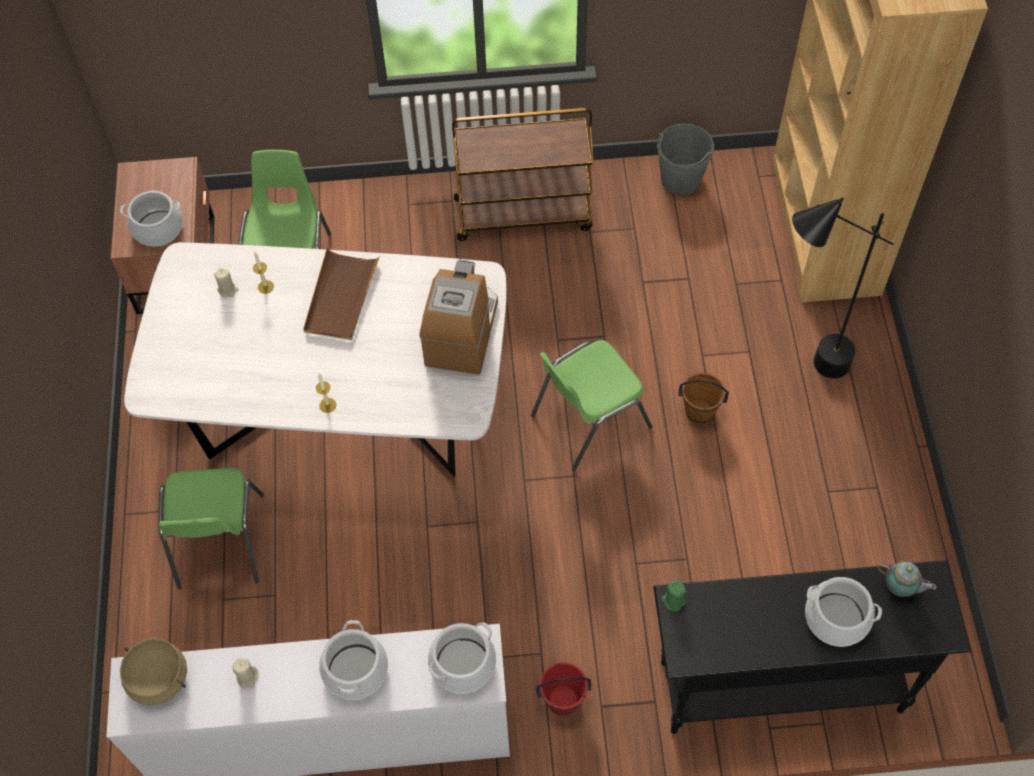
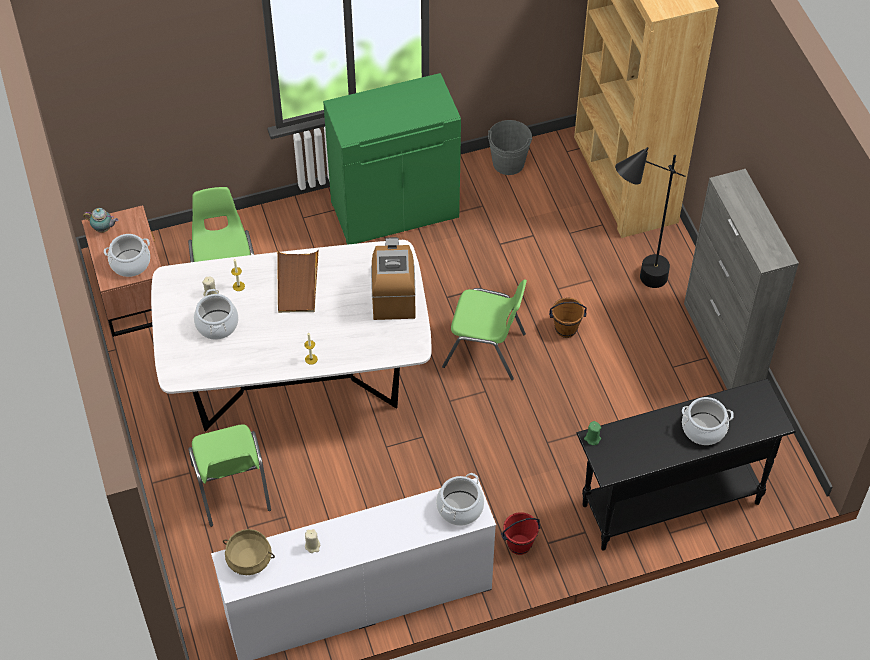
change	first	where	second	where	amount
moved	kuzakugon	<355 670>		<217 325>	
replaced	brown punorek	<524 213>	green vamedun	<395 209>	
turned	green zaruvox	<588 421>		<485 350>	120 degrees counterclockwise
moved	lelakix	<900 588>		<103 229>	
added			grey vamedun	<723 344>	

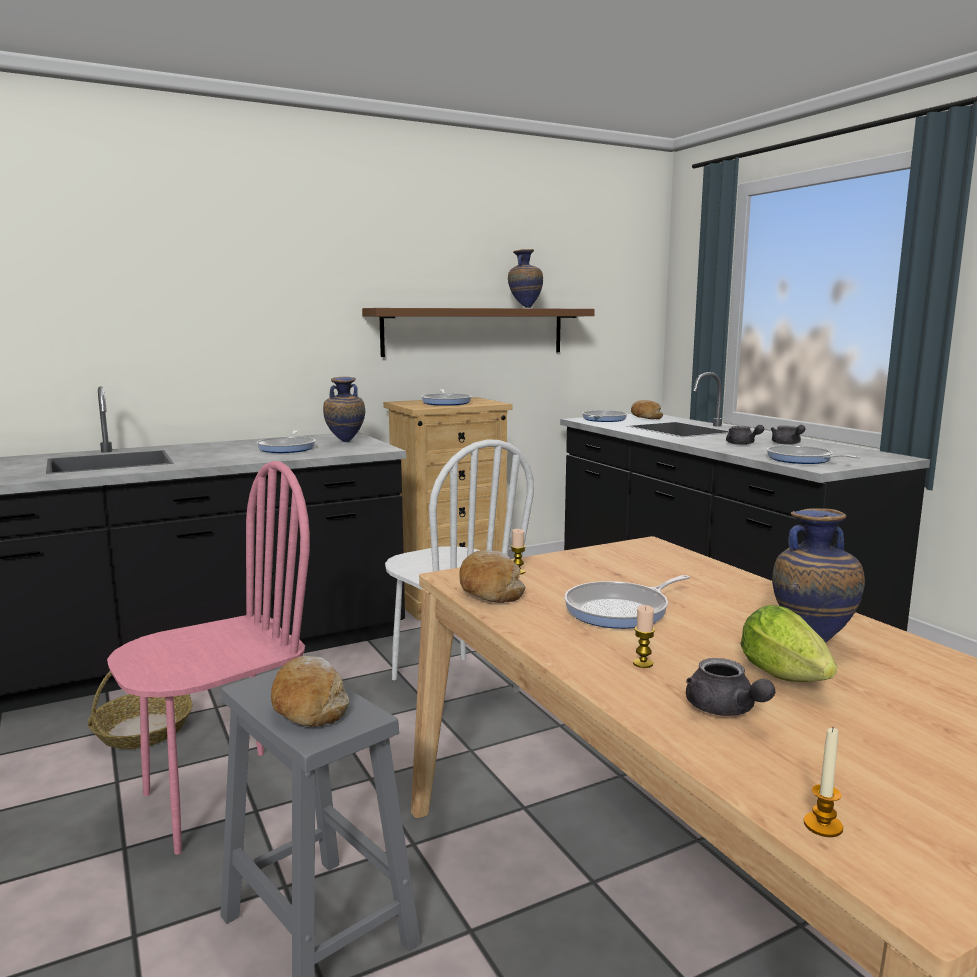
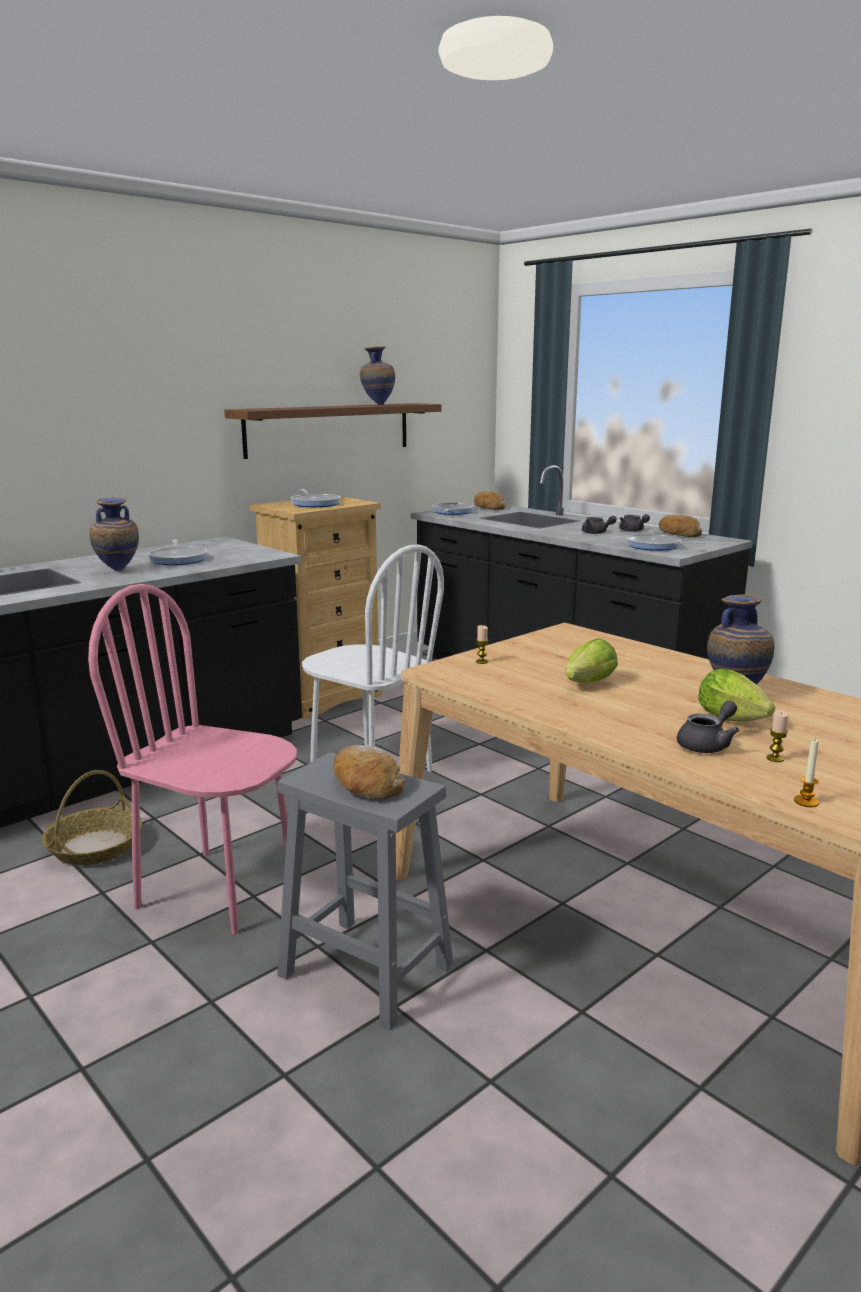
change	first	where	second	where	amount
turned	pink zaruvox	<224 799>		<218 891>	105 degrees counterclockwise
moved	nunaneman	<345 443>		<117 572>	
moved	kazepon	<489 590>		<678 534>	
replaced	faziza	<621 610>	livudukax	<587 685>	
moved	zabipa	<643 663>		<775 758>	
turned	grey lelakix	<725 710>		<707 745>	90 degrees counterclockwise

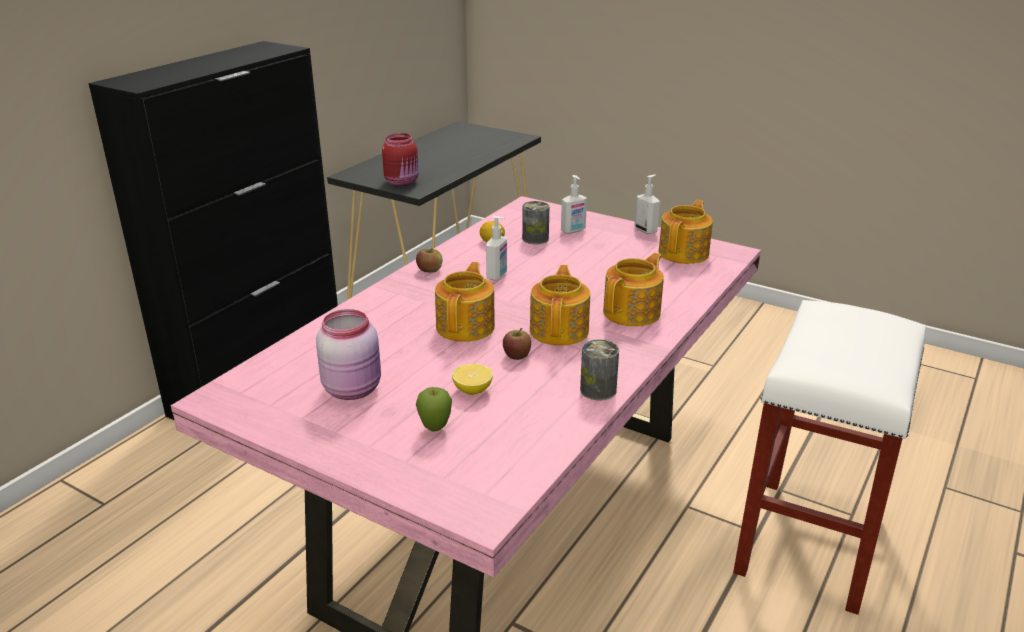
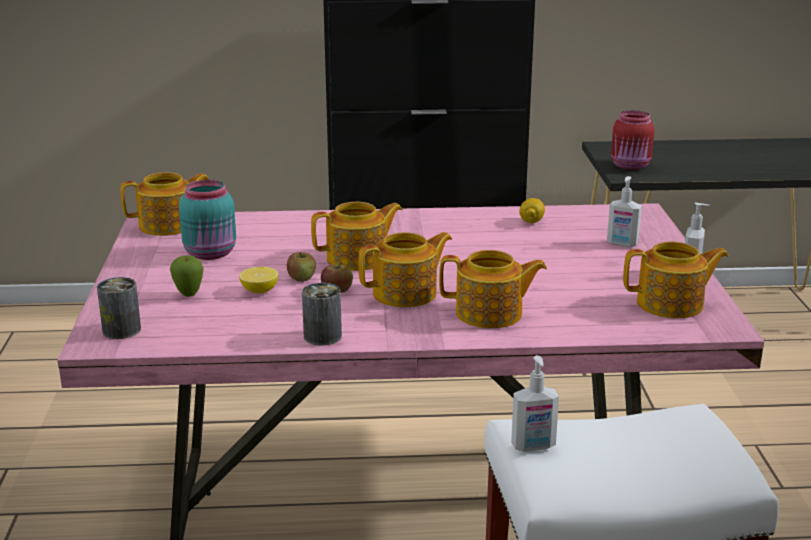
change	first	where	second	where	amount
recoloured	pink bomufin	<354 389>	turquoise bomufin	<211 253>	
moved	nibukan	<429 270>		<301 278>	
moved	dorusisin	<497 276>		<533 446>	
moved	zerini	<535 238>		<121 330>	
added			lelakix	<169 225>	

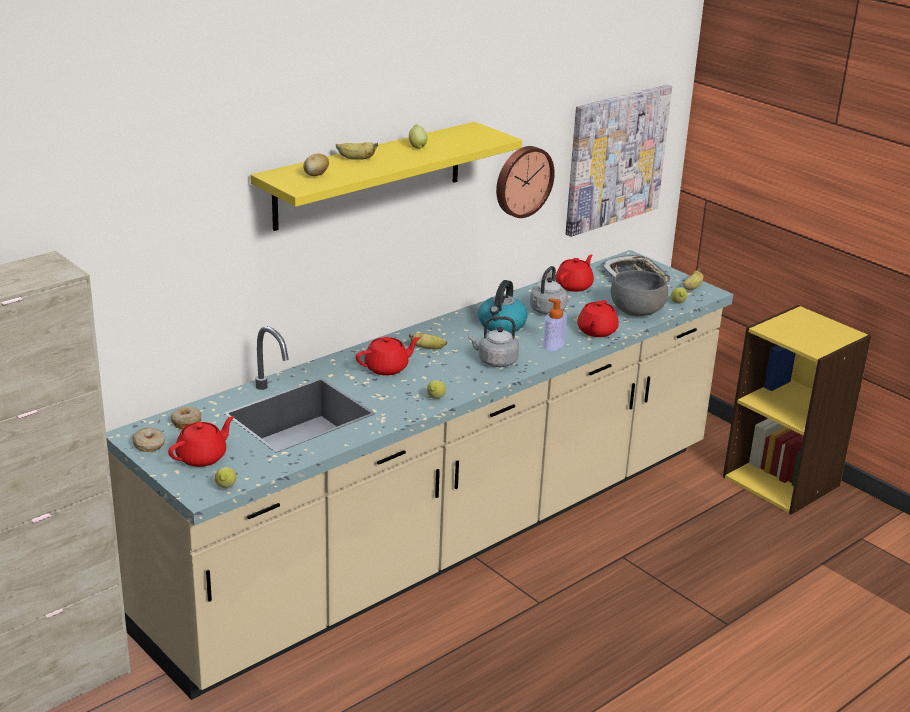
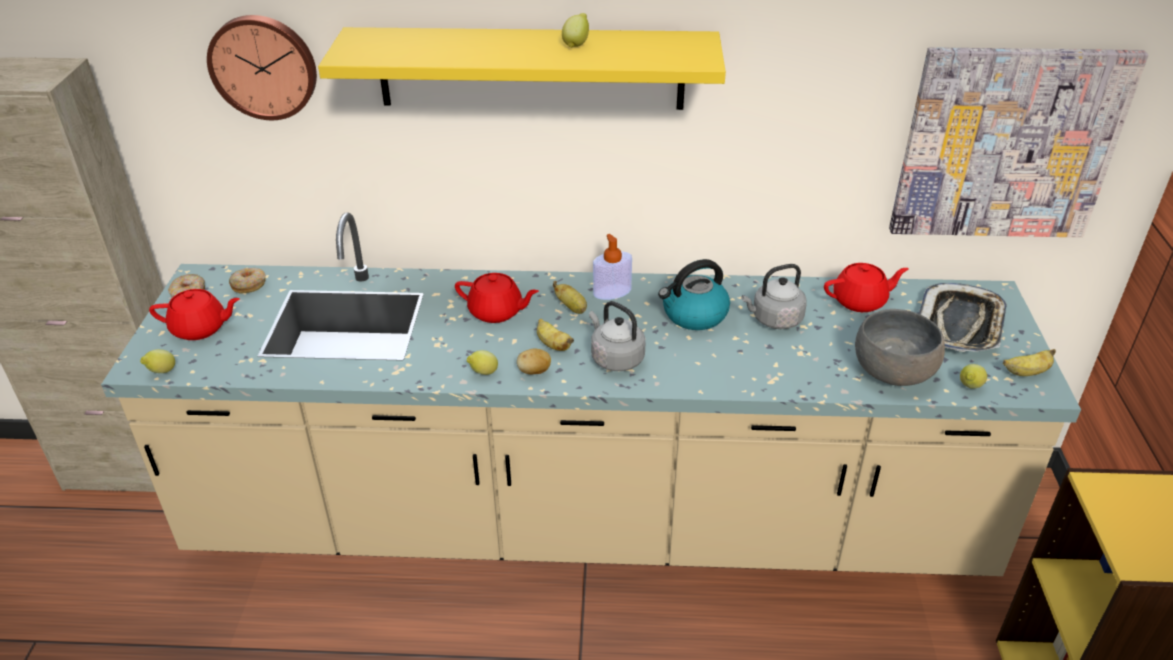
change	first	where	second	where	amount
moved	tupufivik	<316 175>		<534 372>	
moved	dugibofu	<355 159>		<552 345>	
moved	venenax	<522 181>		<264 66>	
moved	dorusisin	<553 344>		<612 292>	
removed	red lelakix	<596 331>			

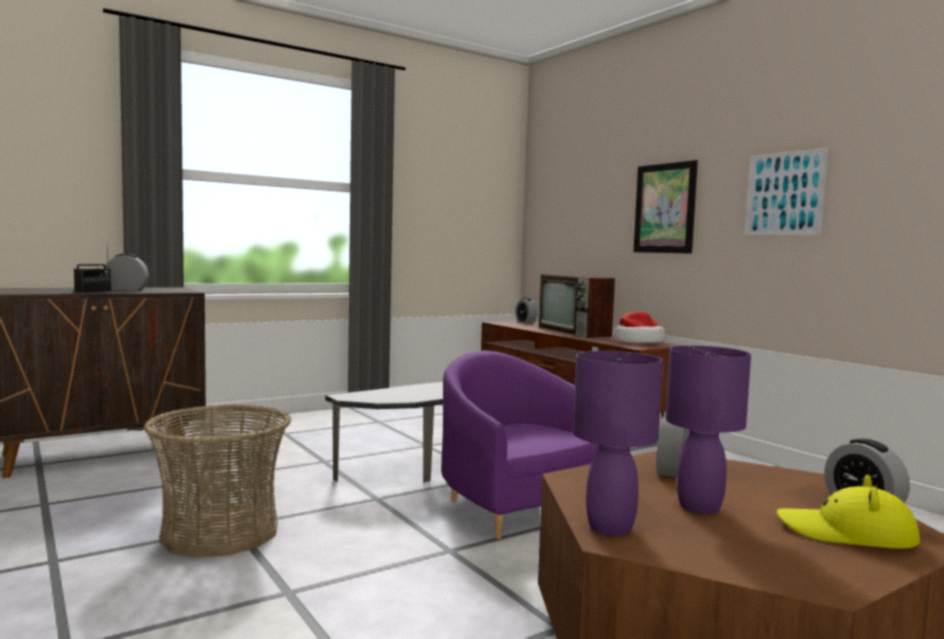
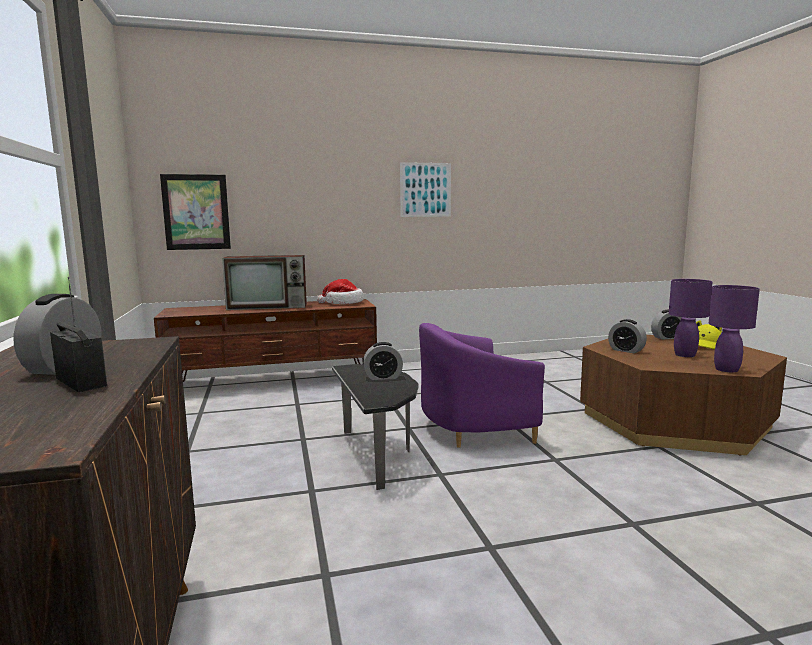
change	first	where	second	where	amount
removed	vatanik	<220 532>			
moved	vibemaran	<525 322>		<383 377>	
moved	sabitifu	<664 208>		<196 212>	

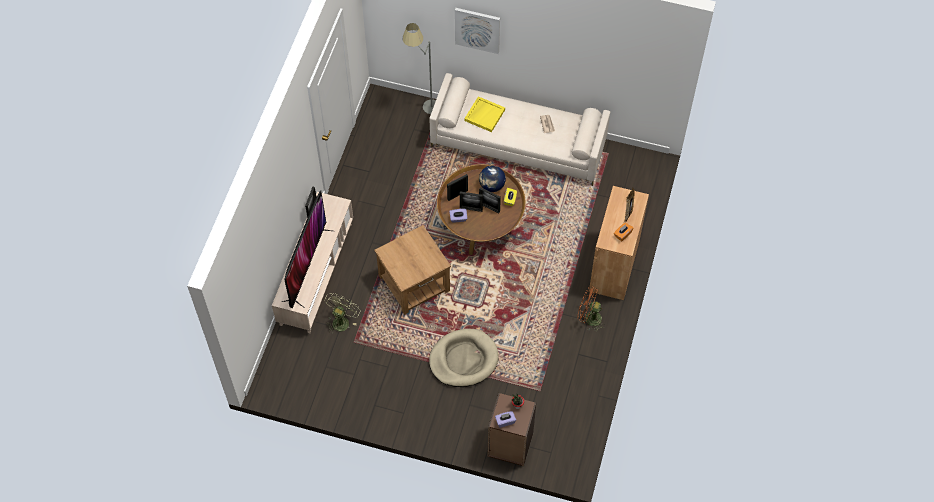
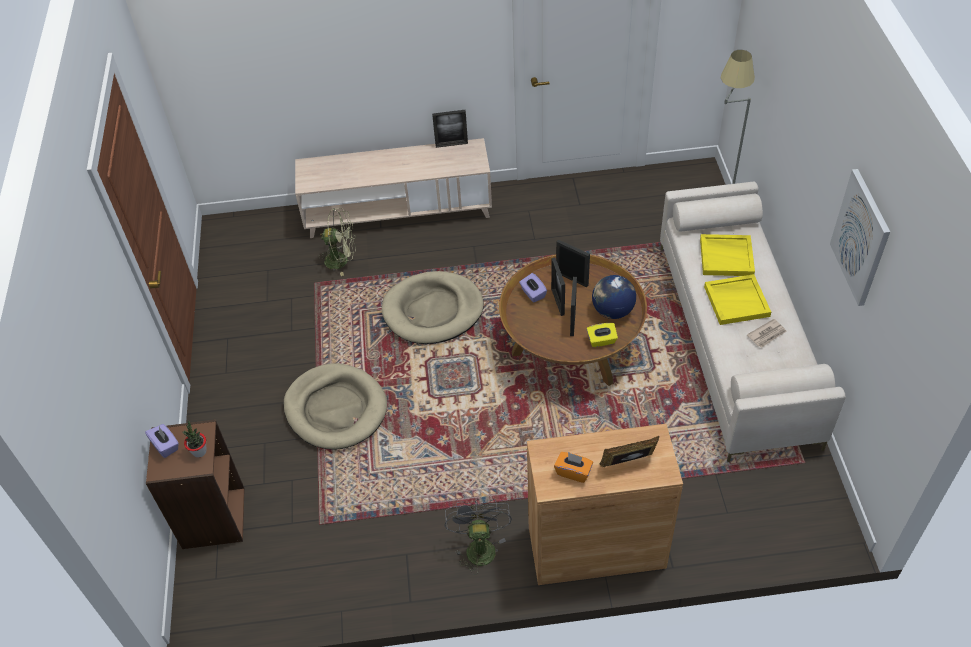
change	first	where	second	where	amount
removed	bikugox	<307 265>			
replaced	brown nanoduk	<414 283>	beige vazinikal	<433 311>	
moved	sabitifu	<477 29>		<861 237>	
recoloured	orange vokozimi	<589 318>	grey vokozimi	<478 546>	
added			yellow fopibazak	<737 301>	

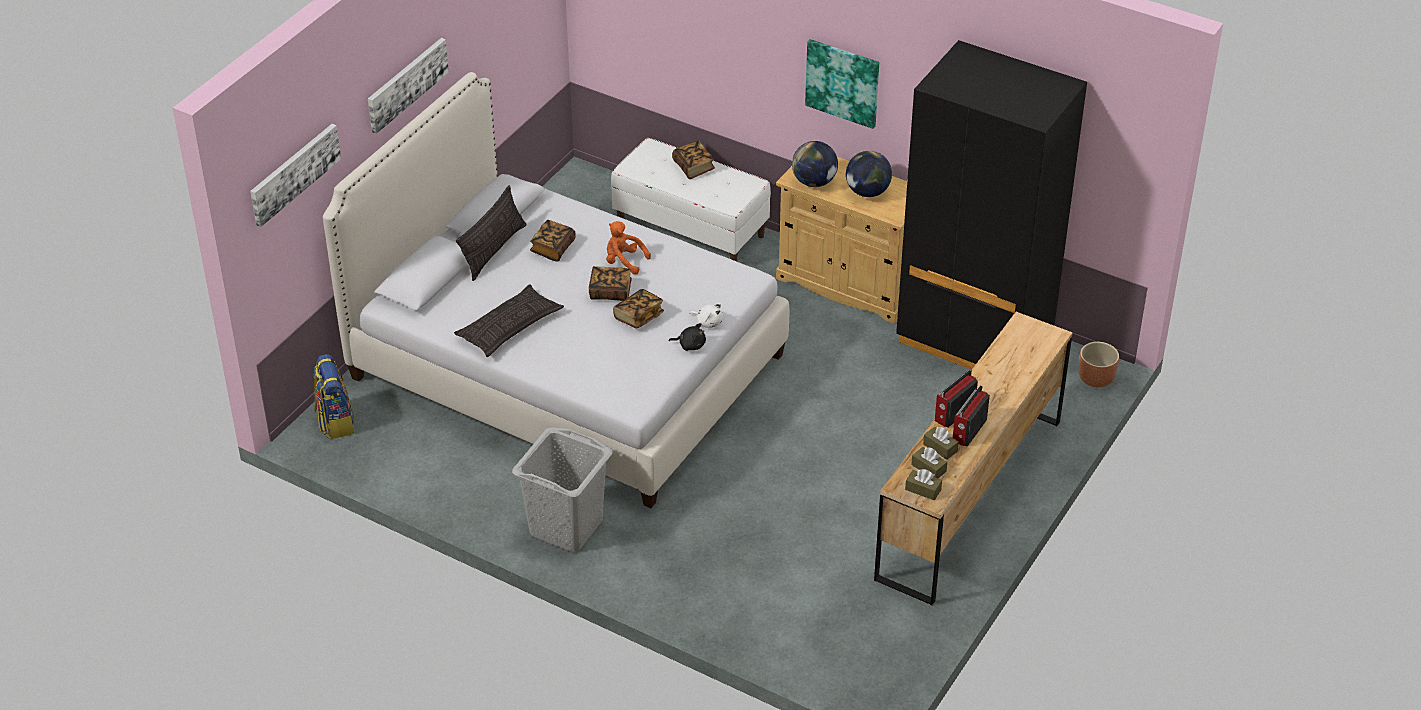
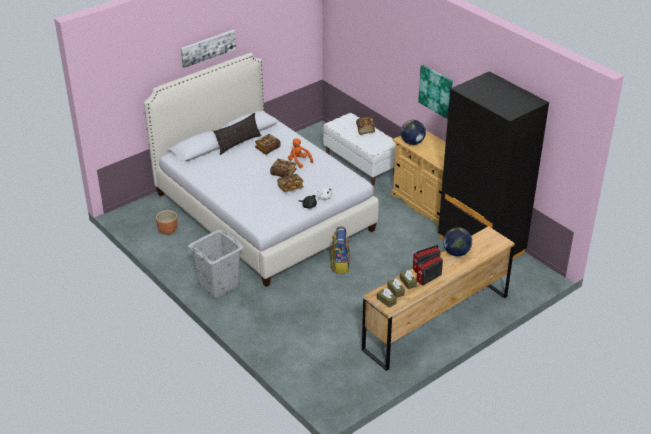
change	first	where	second	where	amount
removed	sabitifu	<294 173>			
moved	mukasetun	<335 421>		<340 264>	
removed	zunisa	<509 327>			
moved	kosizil	<867 192>		<456 253>	
moved	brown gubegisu	<1095 379>		<168 230>	

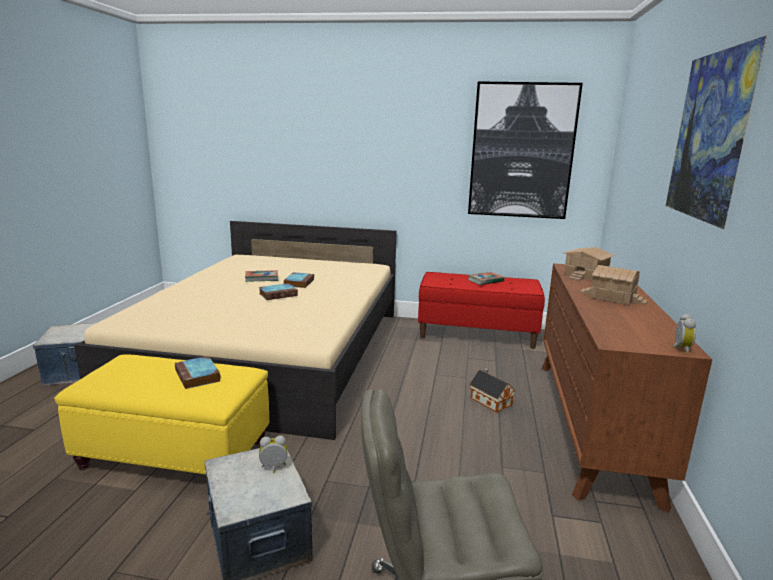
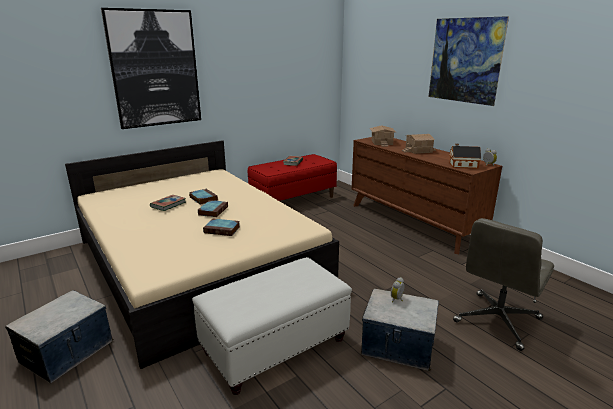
change	first	where	second	where	amount
recoloured	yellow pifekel	<176 454>	white pifekel	<276 345>	
moved	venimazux	<198 376>		<223 230>	
moved	sabitifu	<522 151>		<155 69>	
moved	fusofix	<490 401>		<462 165>	

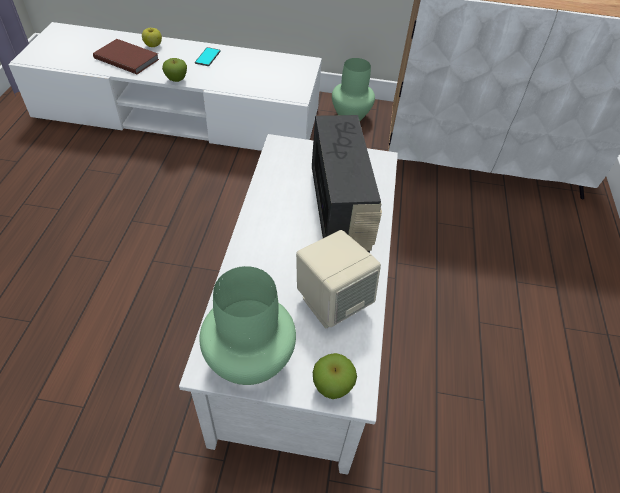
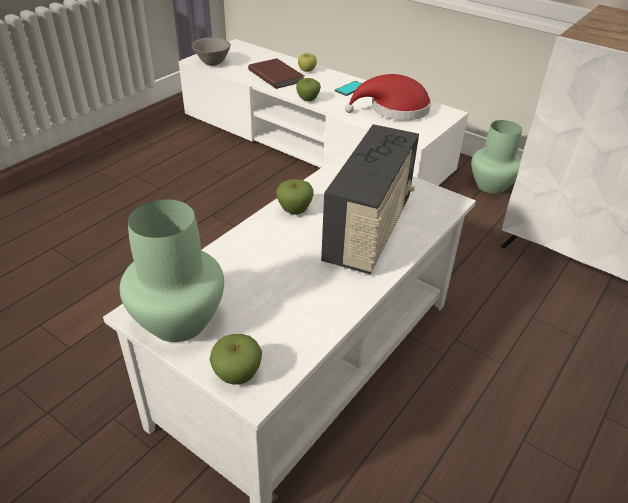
change	first	where	second	where	amount
removed	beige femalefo	<332 301>			
added			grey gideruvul	<213 63>	
added			nibukan	<294 210>	
added			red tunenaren	<394 110>	

